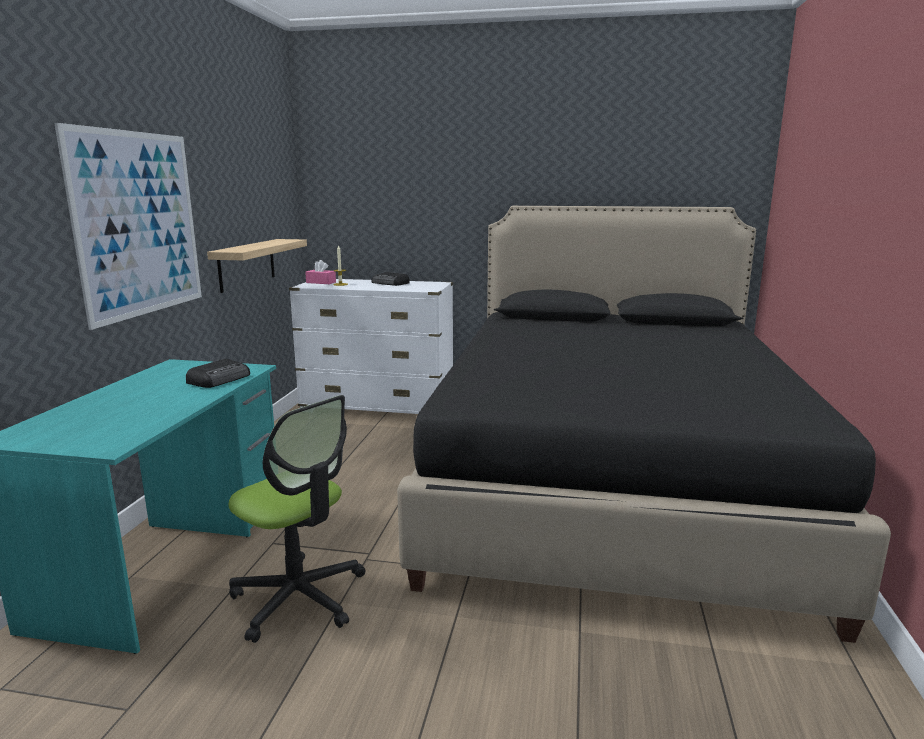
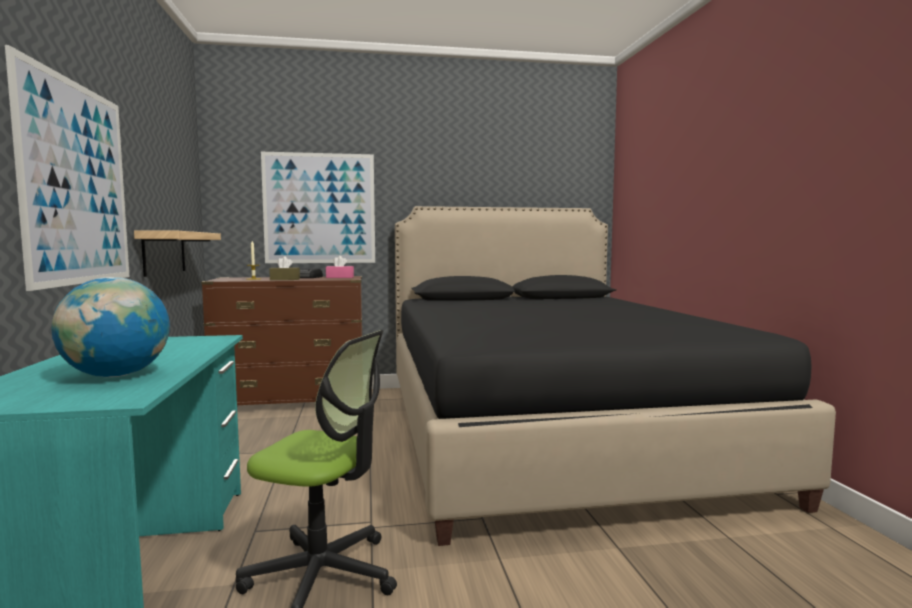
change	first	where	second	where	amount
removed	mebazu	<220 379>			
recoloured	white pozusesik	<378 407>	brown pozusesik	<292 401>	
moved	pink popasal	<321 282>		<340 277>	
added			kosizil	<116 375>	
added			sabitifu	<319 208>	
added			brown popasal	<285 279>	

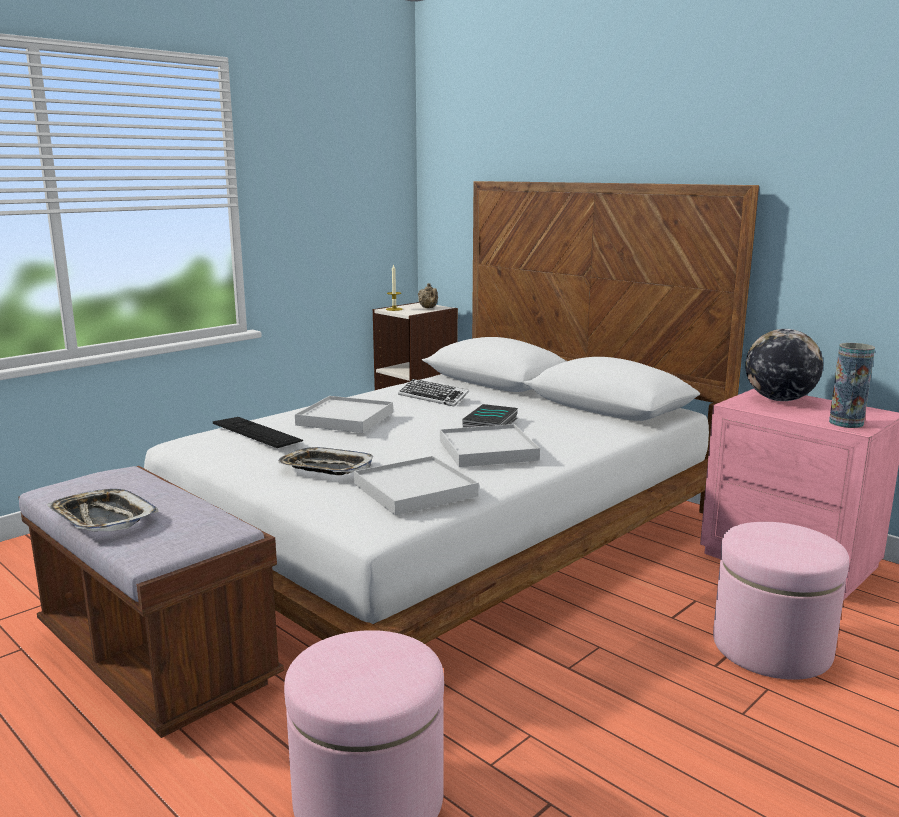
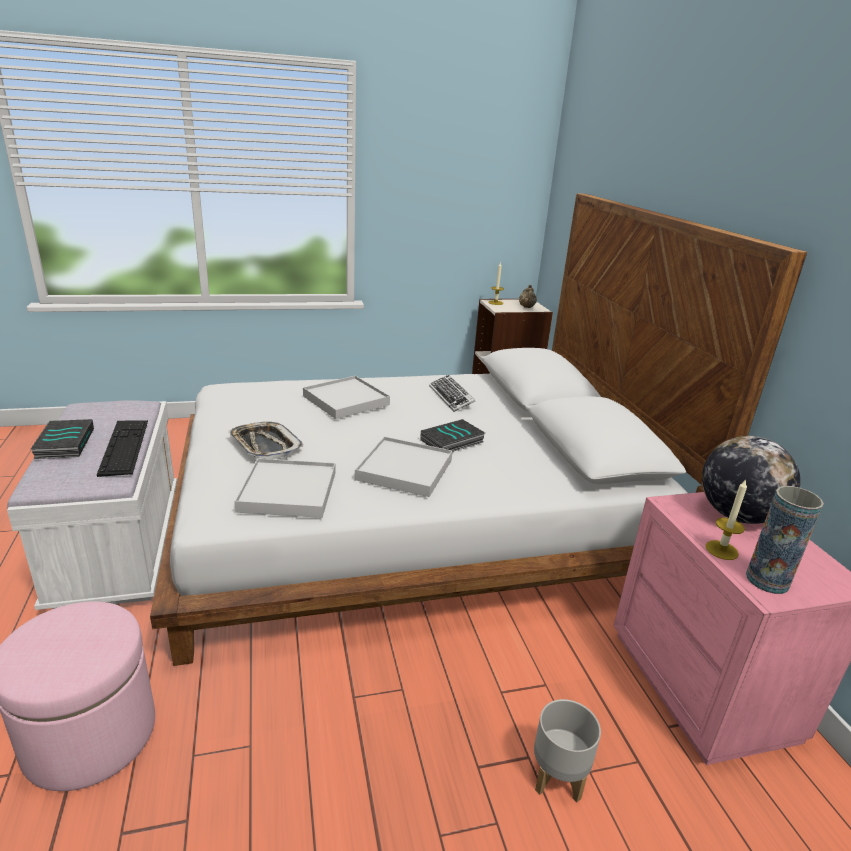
change	first	where	second	where	amount
recoloured	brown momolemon	<156 659>	white momolemon	<119 547>	
replaced	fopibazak	<103 518>	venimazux	<64 443>	
moved	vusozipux	<256 432>		<124 446>	
replaced	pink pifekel	<771 647>	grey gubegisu	<557 778>	
added			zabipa	<721 550>	

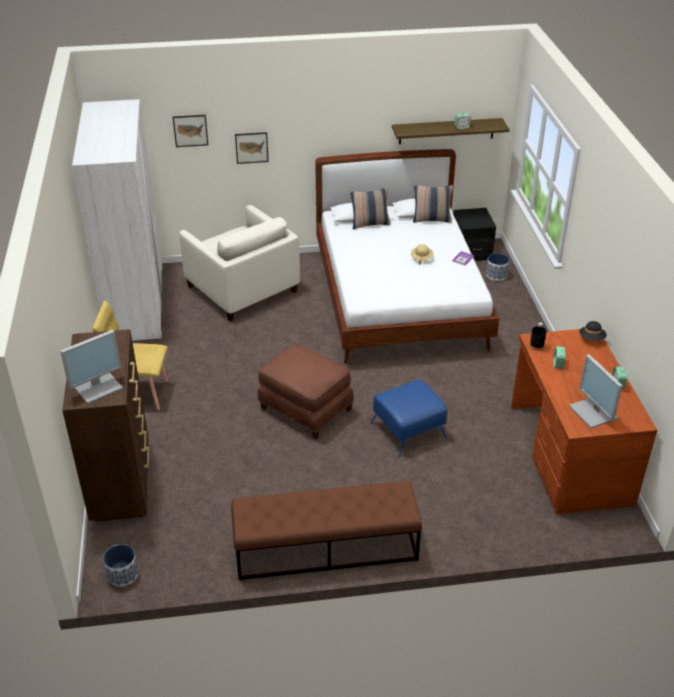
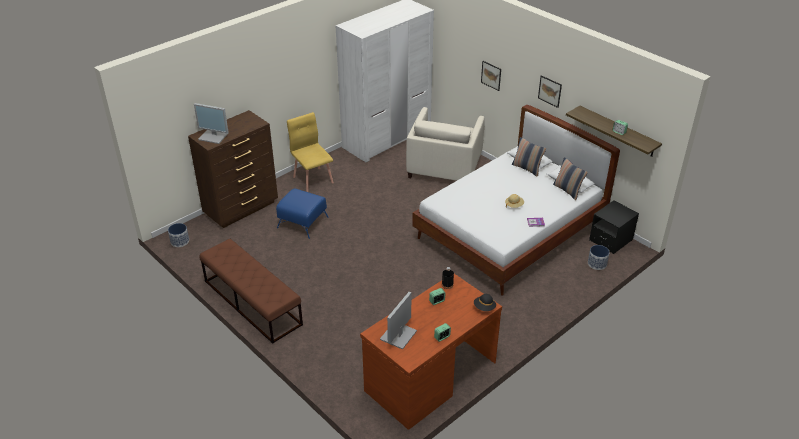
change	first	where	second	where	amount
moved	sabitifu	<190 130>		<550 91>	
removed	brown pifekel	<305 409>			
moved	blue pifekel	<407 430>		<302 222>	

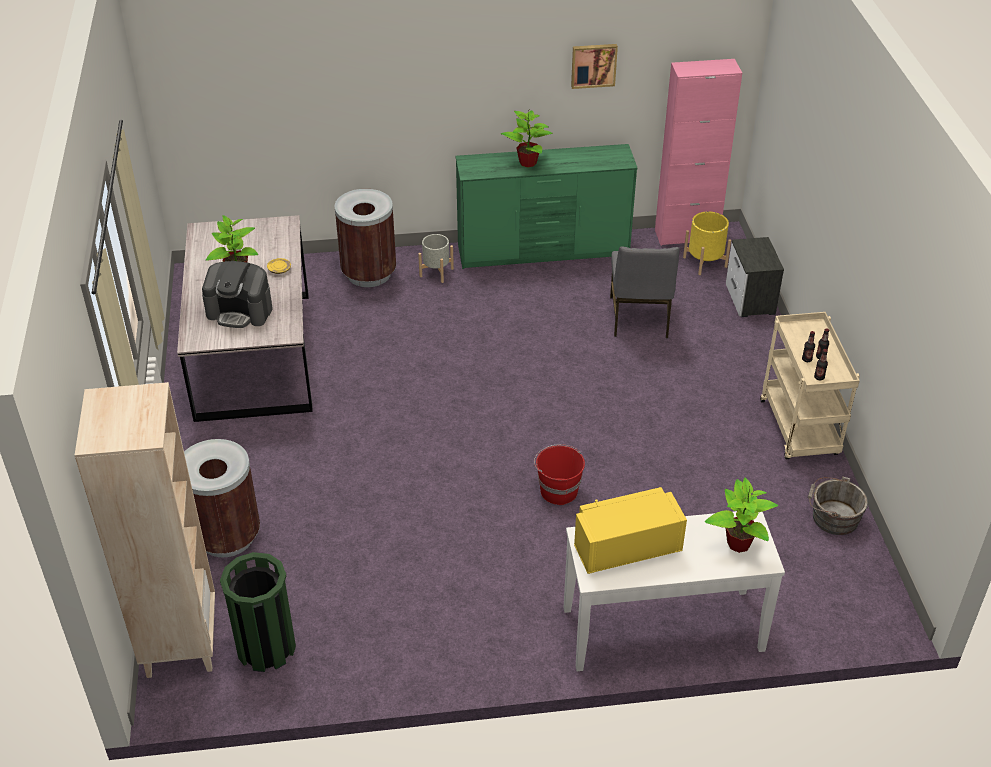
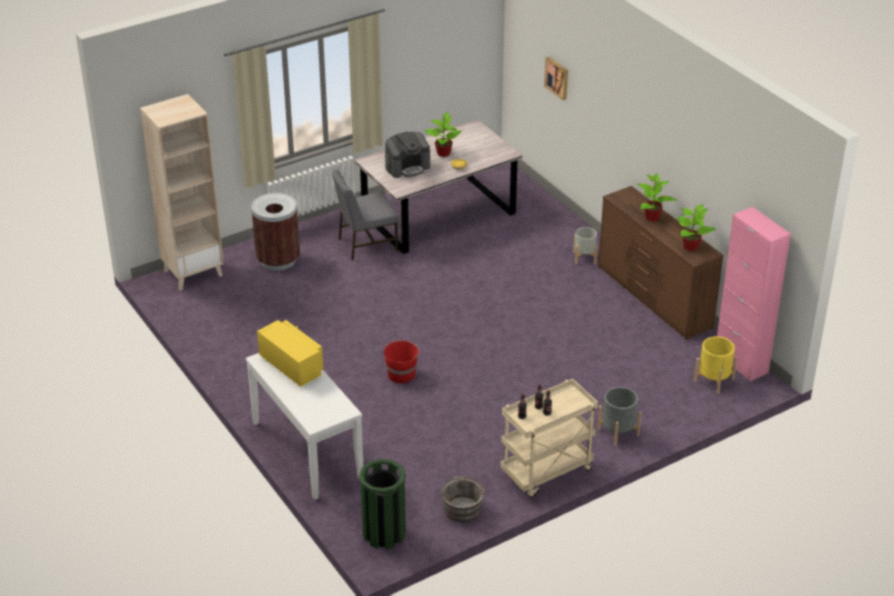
change	first	where	second	where	amount
turned	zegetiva	<240 311>		<407 167>	105 degrees counterclockwise
moved	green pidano	<266 647>		<384 533>	
removed	brown pidano	<369 273>			
recoloured	green pozusesik	<544 251>	brown pozusesik	<654 297>	
moved	sabitifu	<593 65>		<557 77>	
moved	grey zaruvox	<639 318>		<366 244>	
moved	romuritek	<738 543>		<690 247>	
removed	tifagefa	<750 300>			
added			grey gubegisu	<618 432>	

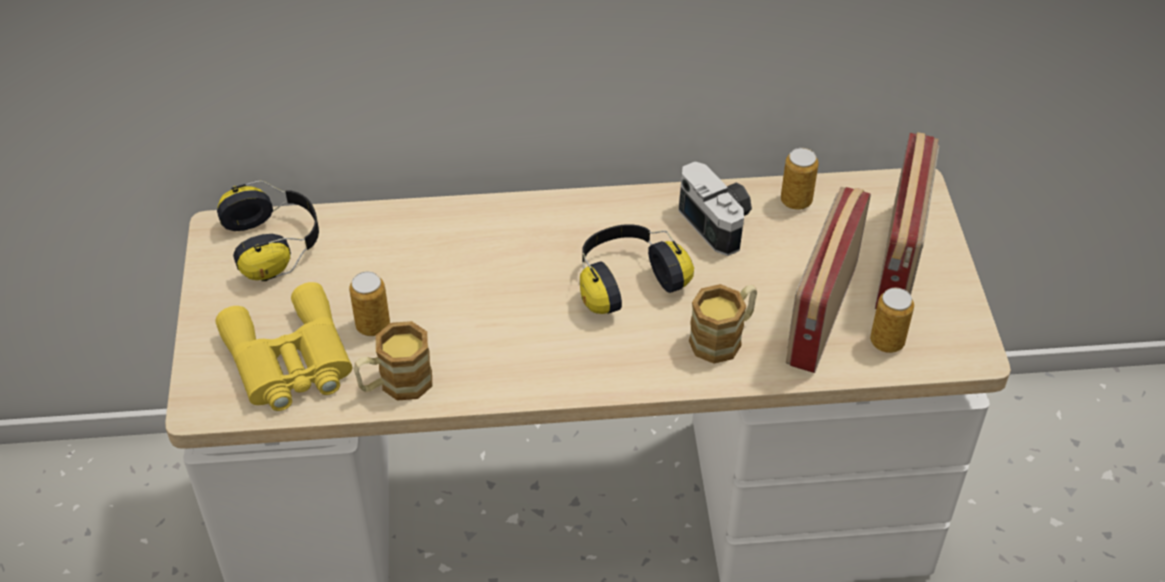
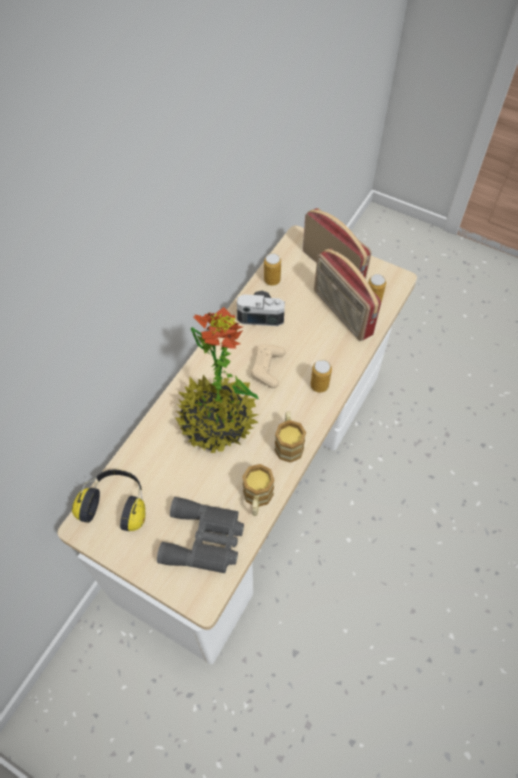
change	first	where	second	where	amount
recoloured	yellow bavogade	<289 361>	grey bavogade	<205 540>	
moved	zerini	<373 325>		<319 385>	
replaced	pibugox	<626 281>	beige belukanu	<267 368>	
moved	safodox	<723 337>		<288 443>	
added			romuritek	<217 422>	

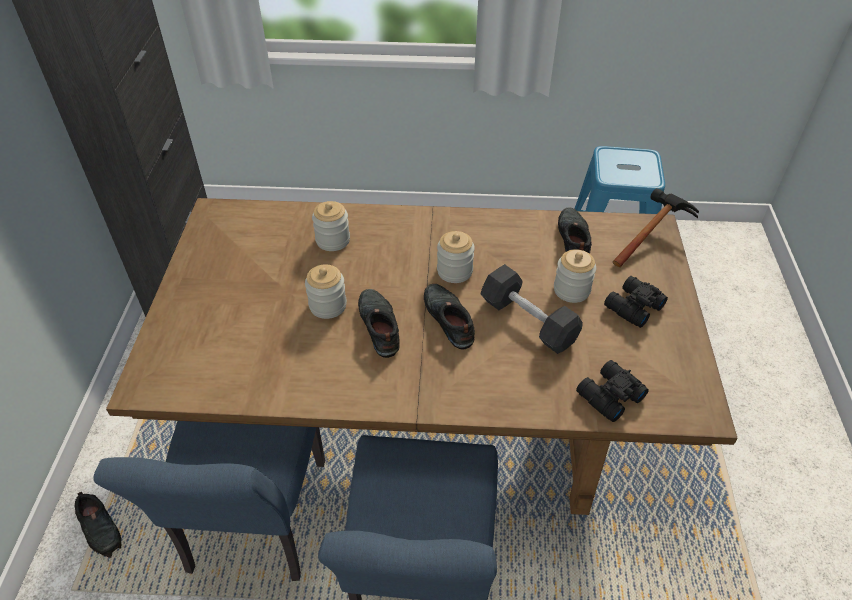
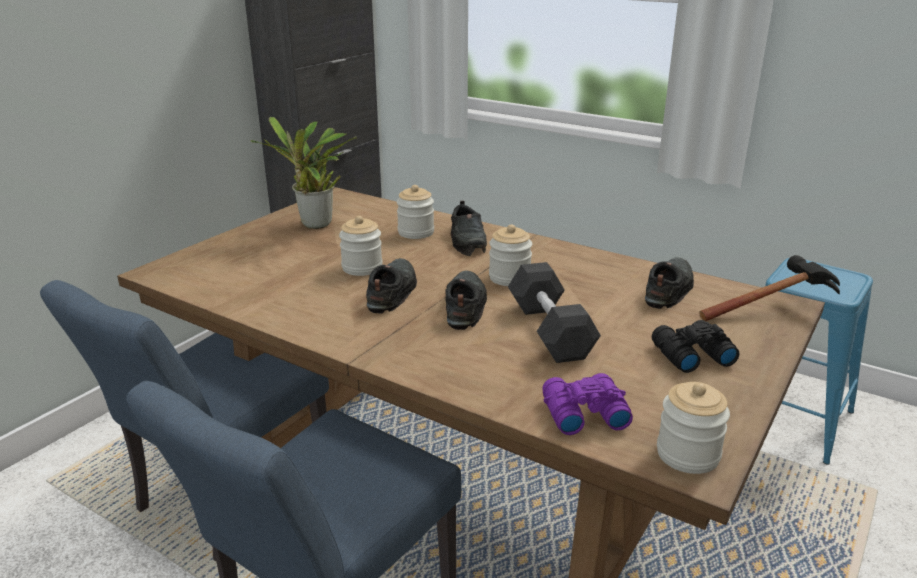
change	first	where	second	where	amount
moved	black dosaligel	<100 528>		<468 240>	
moved	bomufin	<571 290>		<687 454>	
recoloured	black bavogade	<608 395>	purple bavogade	<582 413>	
added			romuritek	<315 226>	

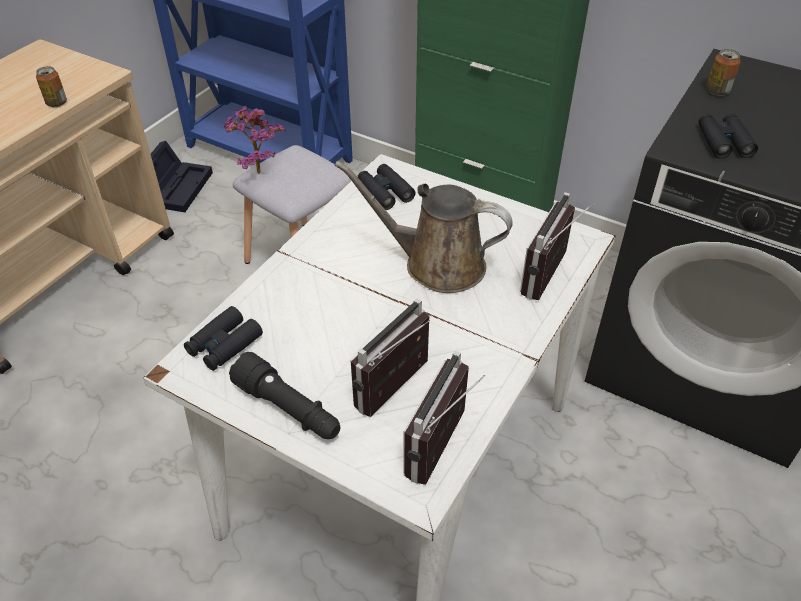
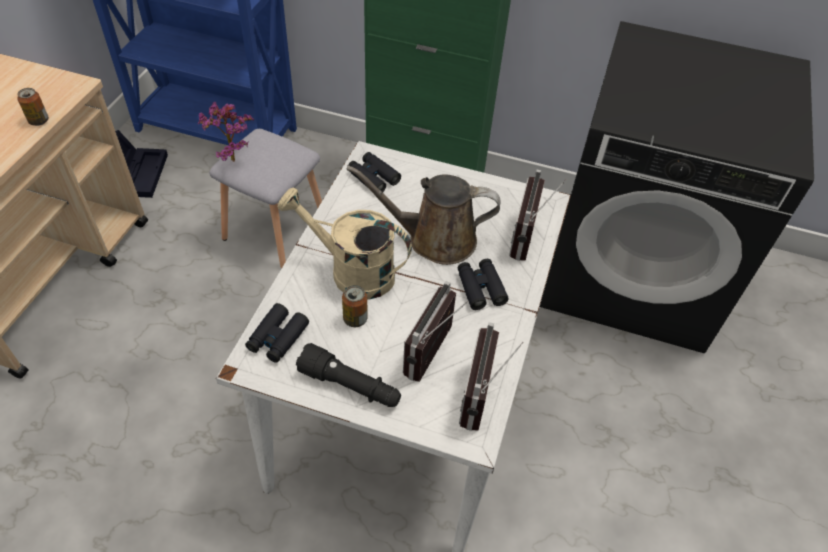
change	first	where	second	where	amount
moved	black bavogade	<724 142>		<481 288>	
moved	zerini	<717 91>		<355 319>	
added			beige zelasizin	<351 271>	

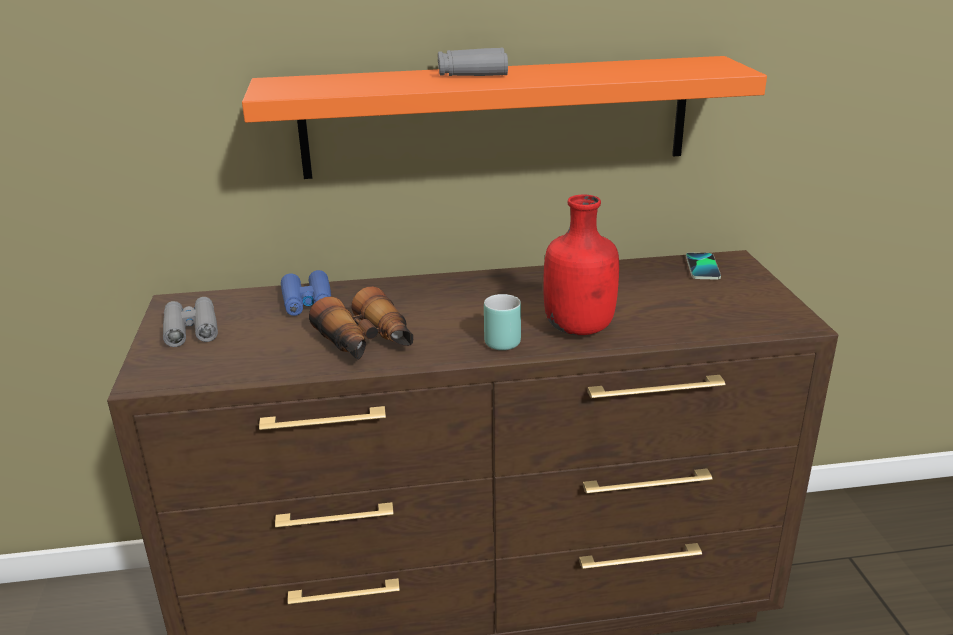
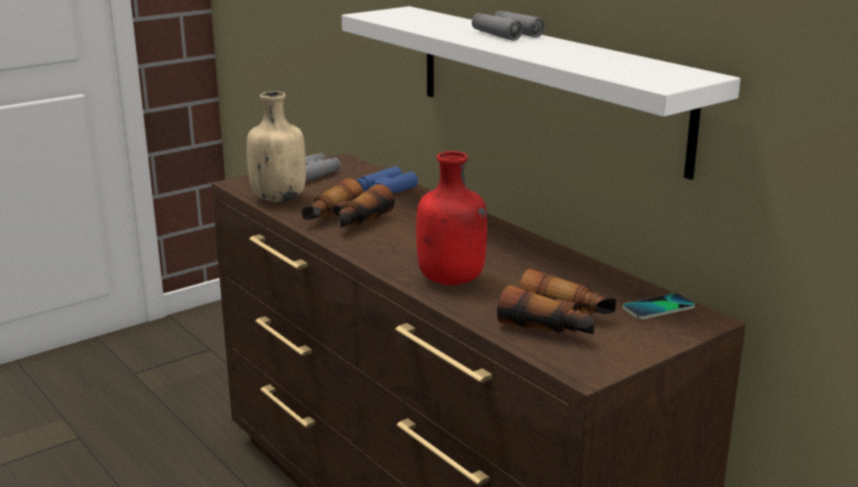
change	first	where	second	where	amount
recoloured	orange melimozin	<496 117>	white melimozin	<545 84>	
removed	turquoise safodox	<498 339>			
added			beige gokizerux	<278 198>	
added			bavogade	<558 323>	

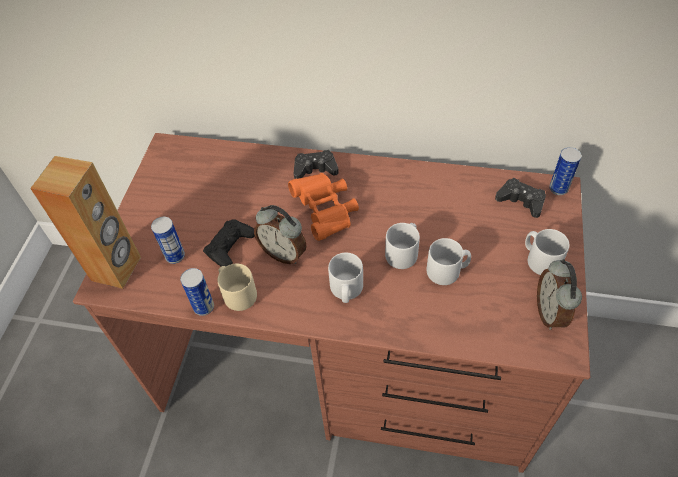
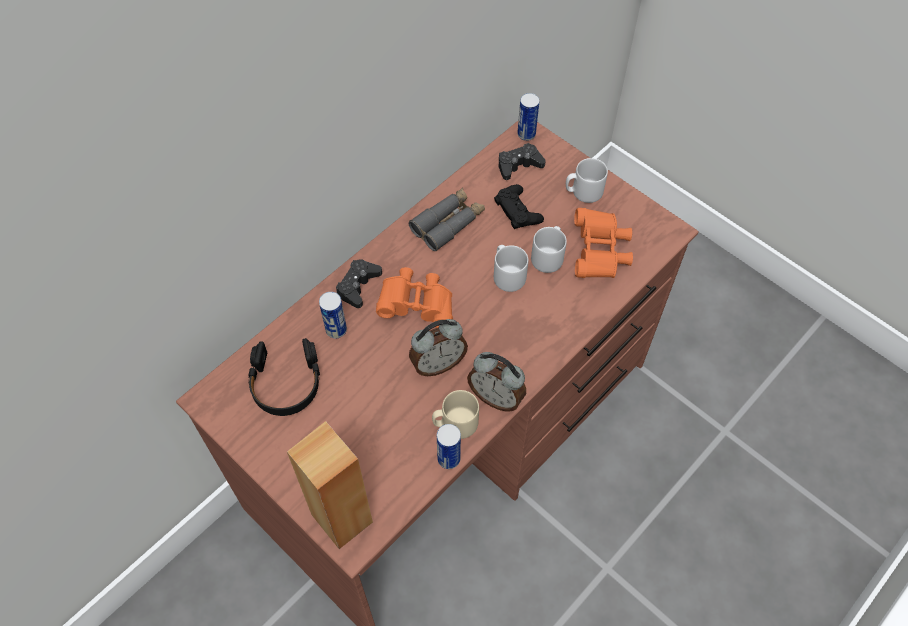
change	first	where	second	where	amount
moved	zerini	<175 256>		<336 330>	
moved	black belukanu	<230 246>		<518 211>	
removed	grey safodox	<346 290>			
moved	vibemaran	<550 312>		<496 397>	
added			black pibugox	<286 383>	
added			grey bavogade	<448 223>	
added			orange bavogade	<599 253>	

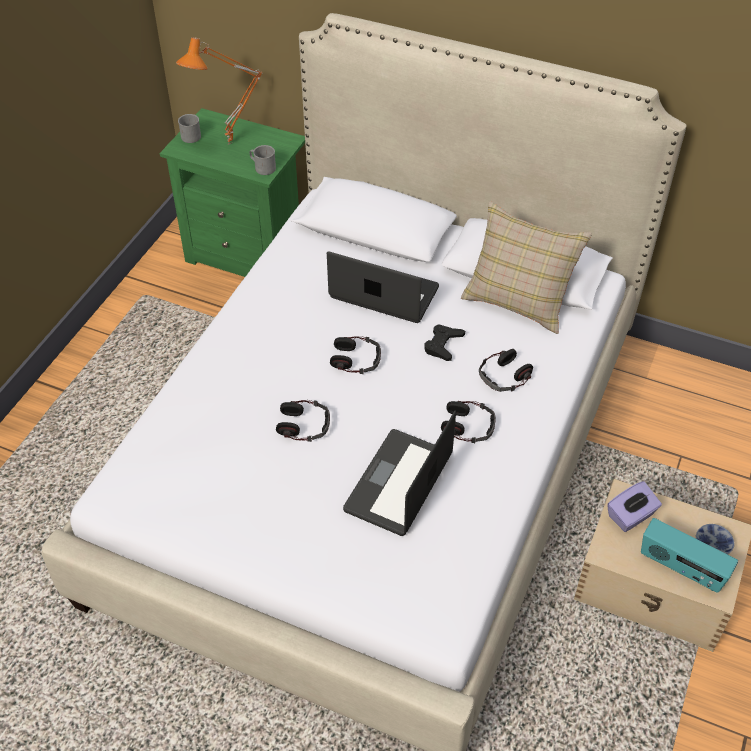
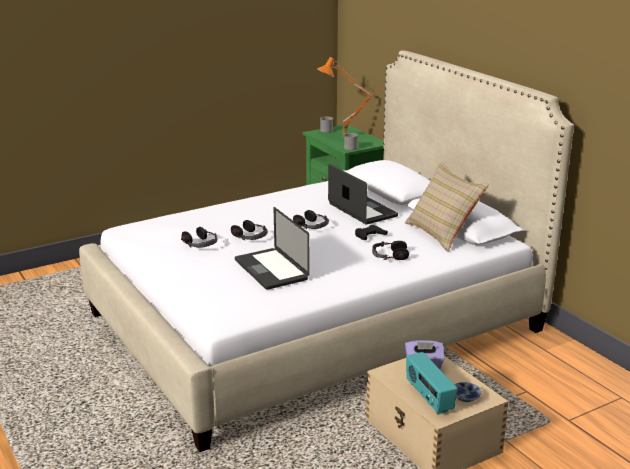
change	first	where	second	where	amount
turned	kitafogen	<398 483>		<271 270>	90 degrees counterclockwise
moved	pibugox	<468 426>		<200 243>	

